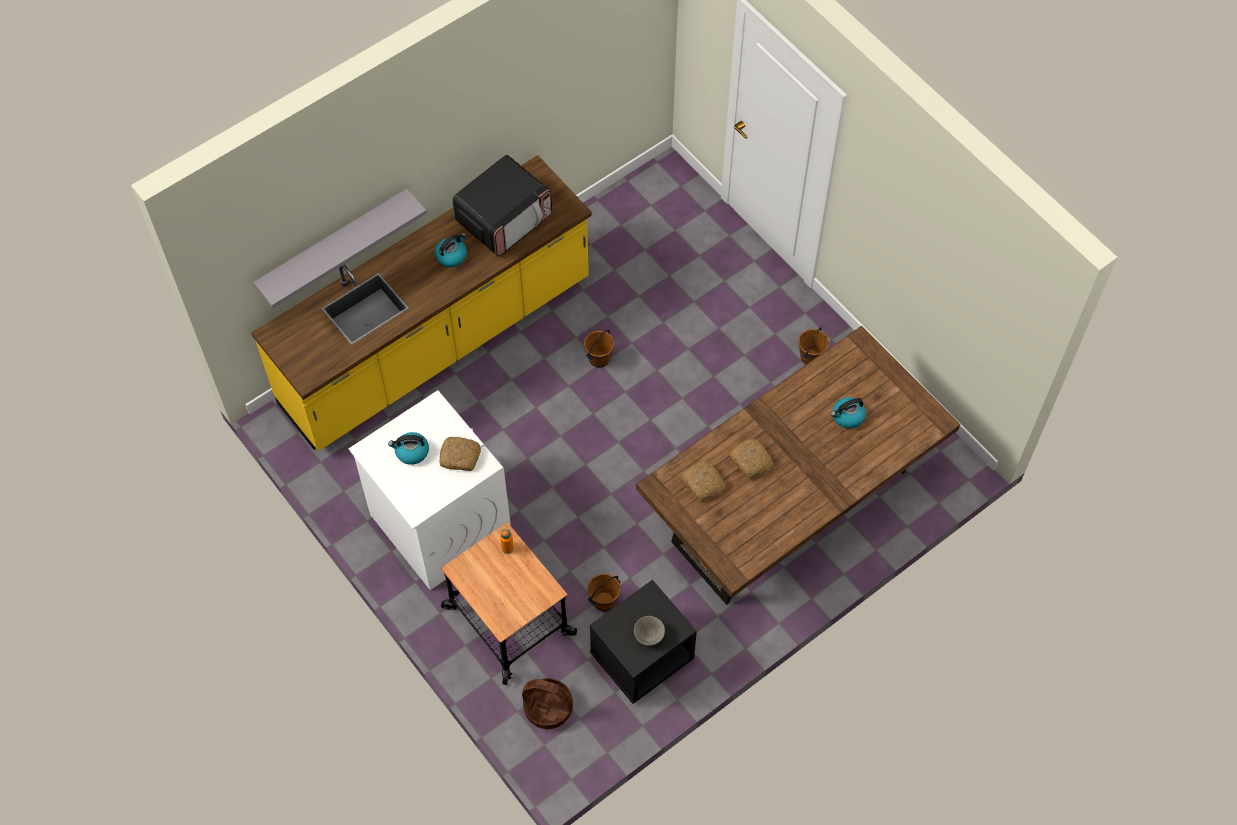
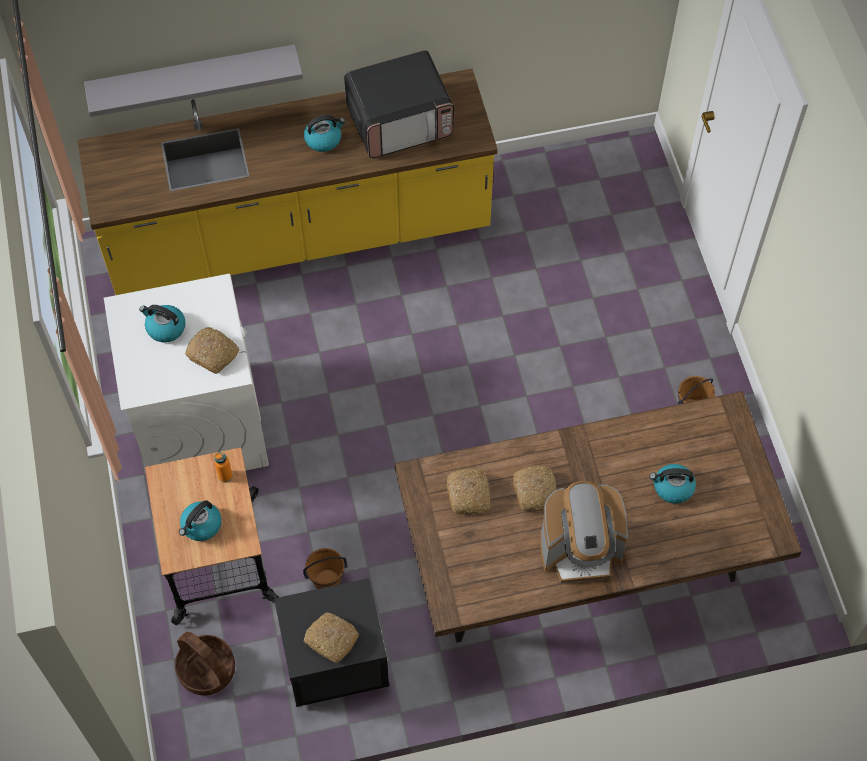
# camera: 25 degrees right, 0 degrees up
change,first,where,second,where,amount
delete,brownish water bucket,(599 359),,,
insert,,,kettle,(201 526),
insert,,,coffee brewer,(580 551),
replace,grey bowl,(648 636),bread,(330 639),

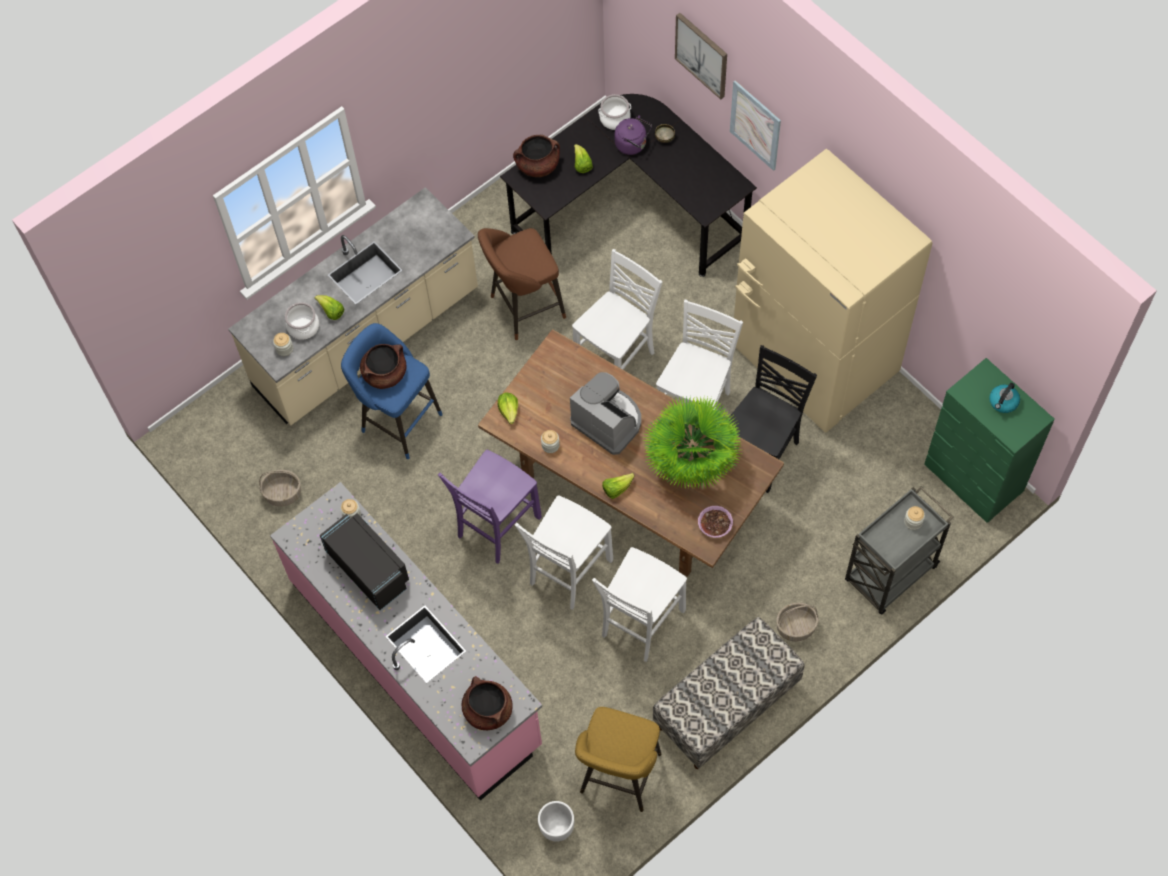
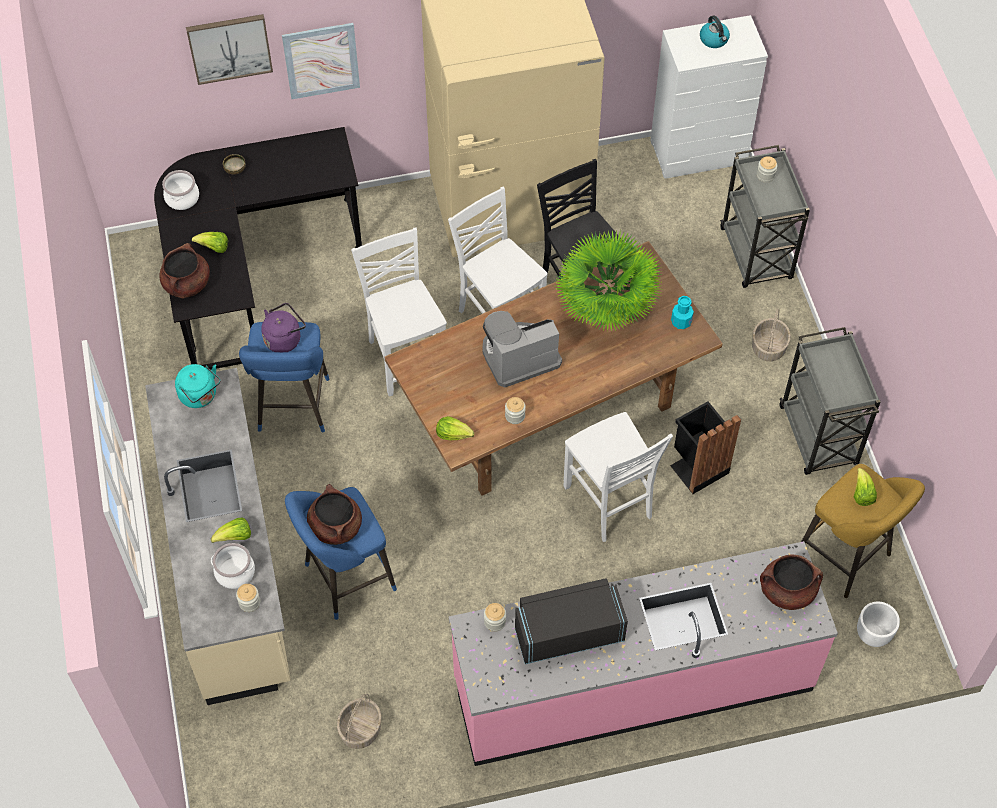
# camera: 65 degrees left, 5 degrees down
change,first,where,second,where,amount
delete,purple chair,(496 527),,,
insert,,,blue-green kettle,(200 396),
move,lettuce,(617 489),,(862 494),
move,purple kettle,(632 145),,(284 338),
replace,whitish chair,(640 623),blackish trash can,(697 467),
replace,bench,(726 706),grey cart,(818 437),
replace,bowl,(715 524),blue-green beverage bottle,(681 322),
recolor,brownish stool seat,(523 308),blue stool seat,(293 409),
recolor,green chest of drawers,(973 479),whitish chest of drawers,(699 152),

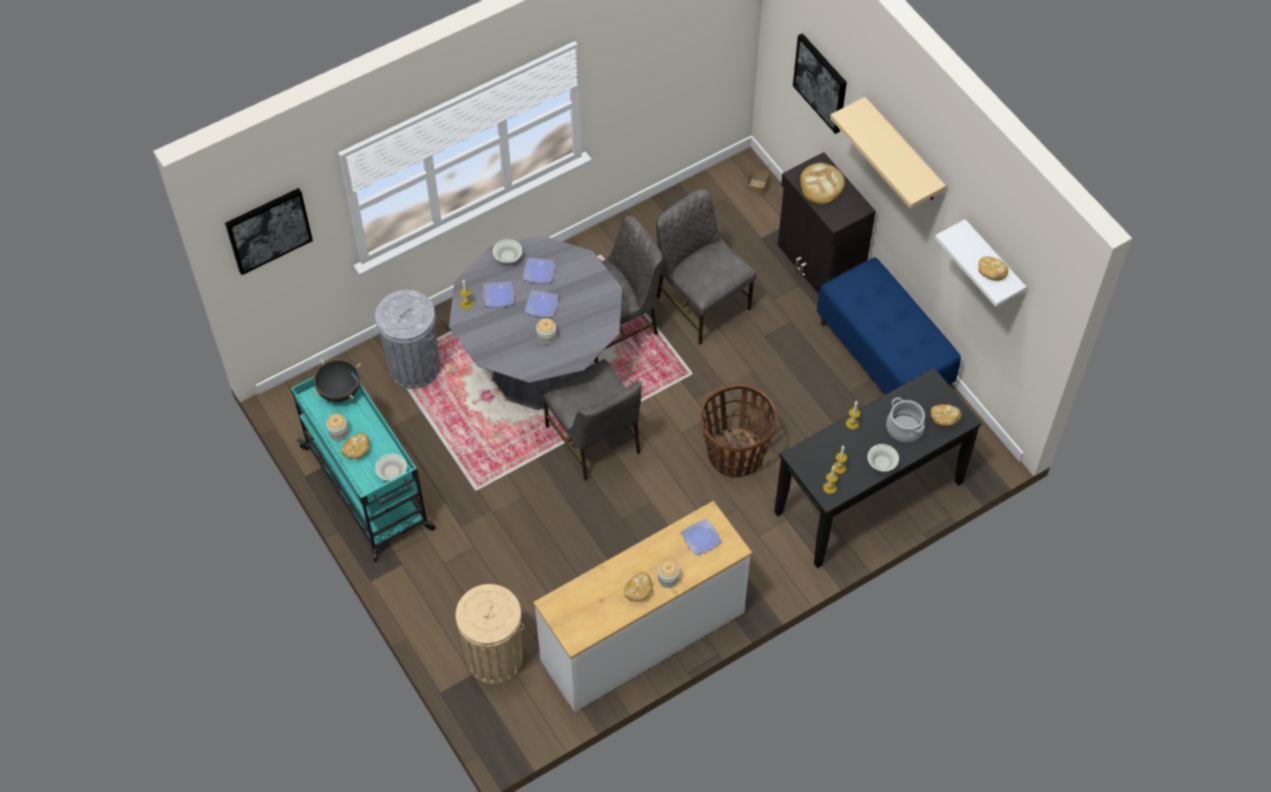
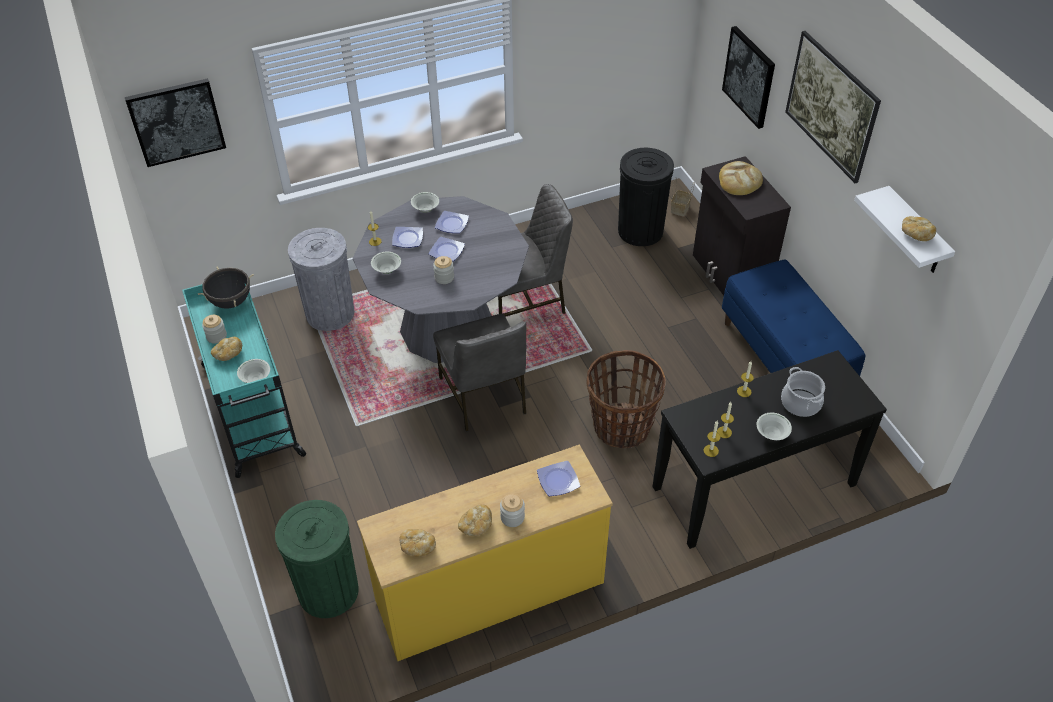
# camera: 10 degrees right, 10 degrees down
change,first,where,second,where,amount
delete,grey chair,(701 302),,,
insert,,,whitish bowl,(387 270),
insert,,,blackish trash can,(640 231),
move,bread,(944 418),,(417 547),
replace,beige-coloured bracket shelf,(902 152),wall picture,(826 126),
recolor,beige-coloured trash can,(494 658),green trash can,(328 591),
recolor,whitish chest of drawers,(643 637),yellow chest of drawers,(490 592),

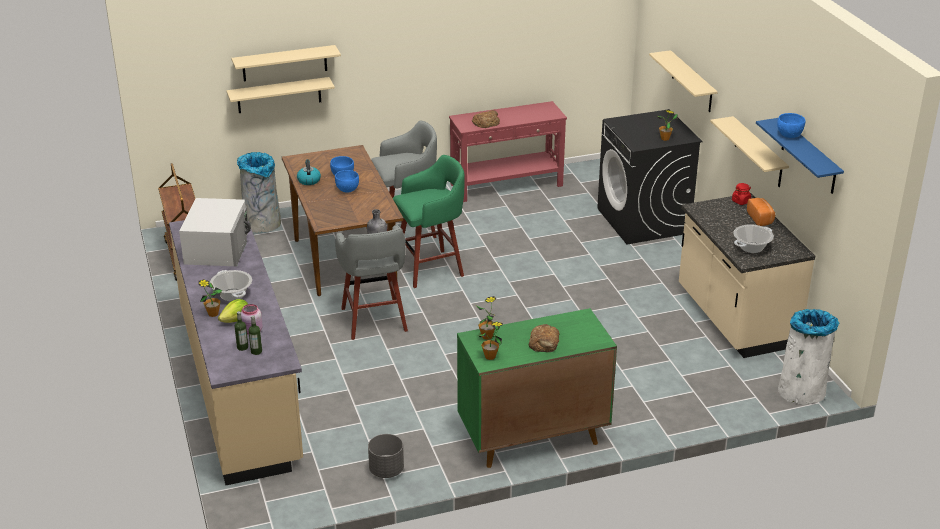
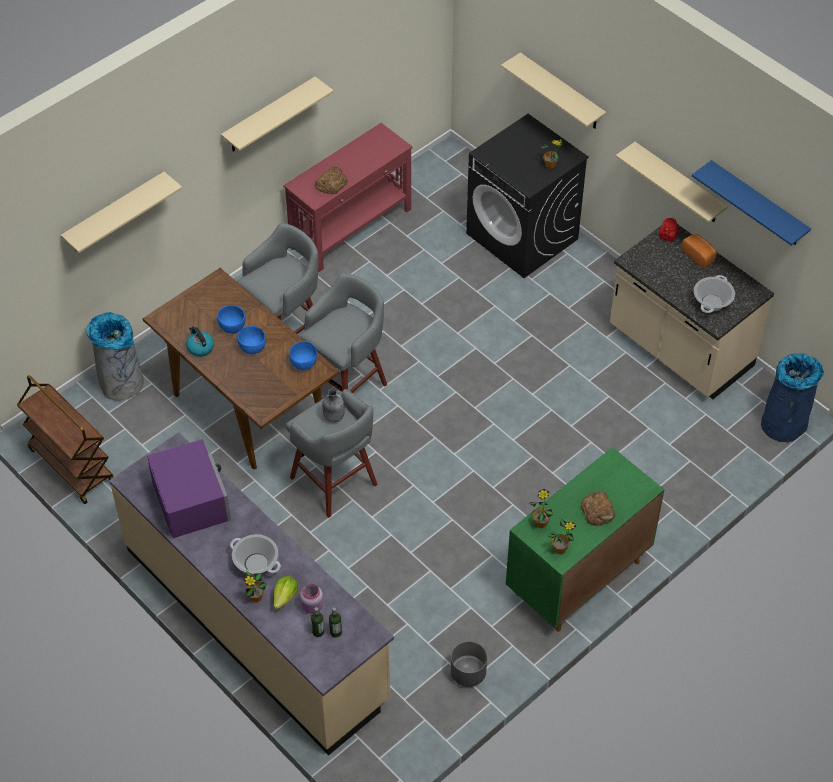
# camera: 25 degrees left, 20 degrees up
change,first,where,second,where,amount
move,beige-coloured bracket shelf,(279 95),,(269 116),
move,blue bowl,(789 135),,(303 364),
recolor,whitish microwave oven,(217 247),purple microwave oven,(190 499),
recolor,green stool seat,(431 268),grey stool seat,(347 385),
recolor,whitish trash can,(802 391),blue trash can,(784 423),

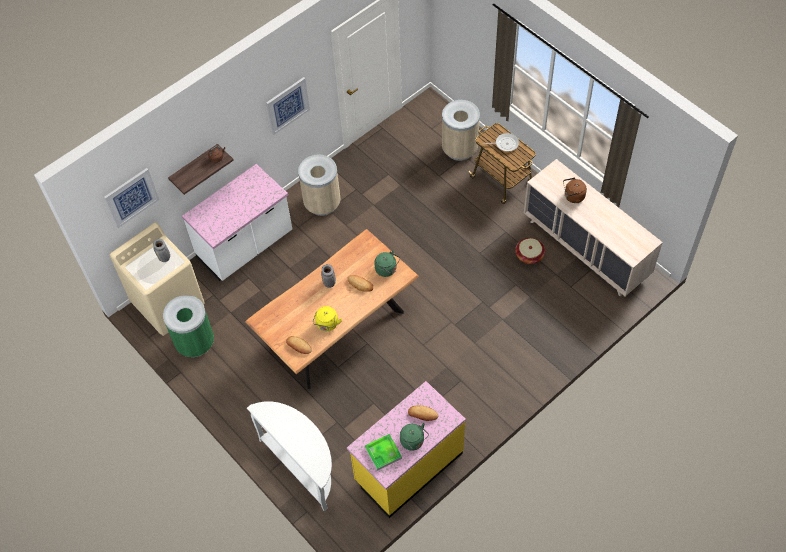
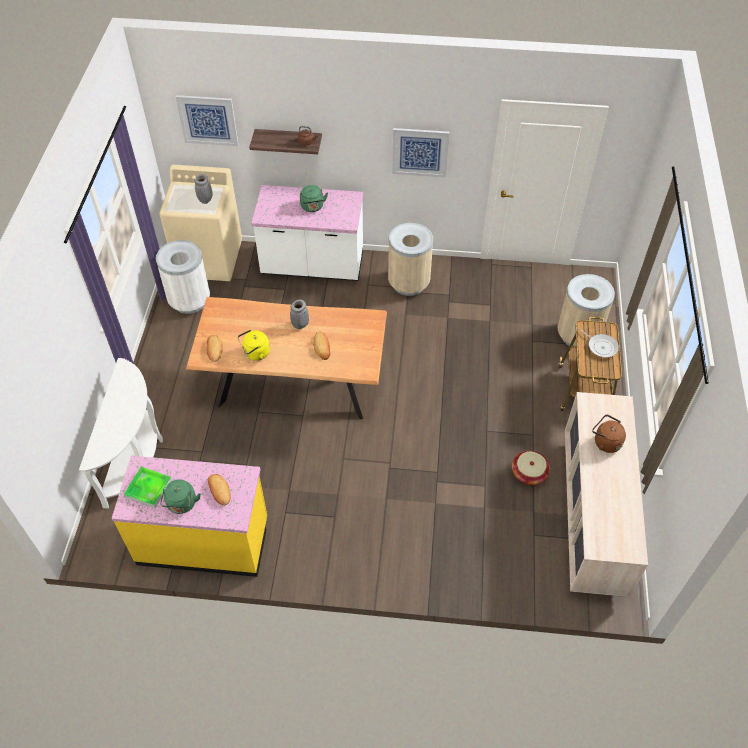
# camera: 45 degrees right, 5 degrees down
change,first,where,second,where,amount
move,green kettle,(387 269),,(312 207),
recolor,green trash can,(195 343),whitish trash can,(189 301),

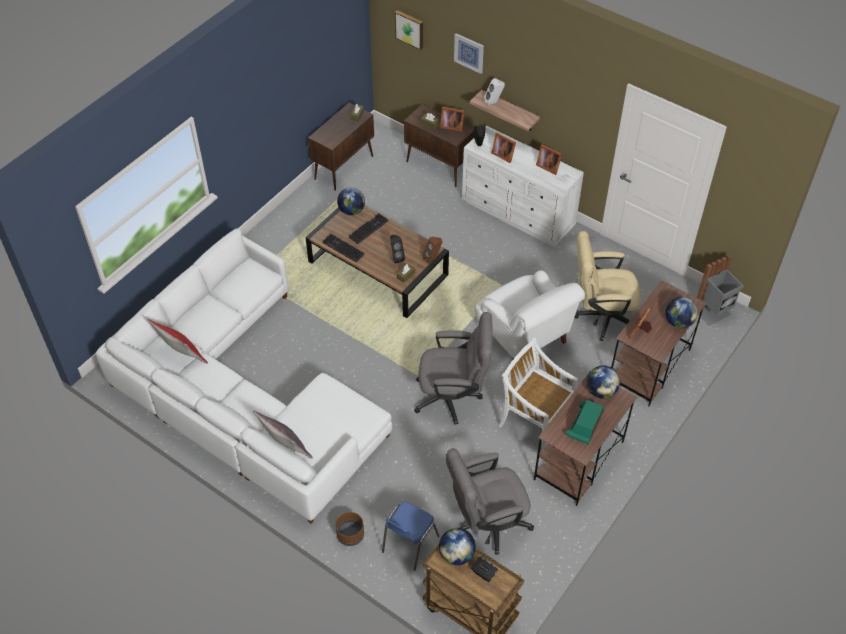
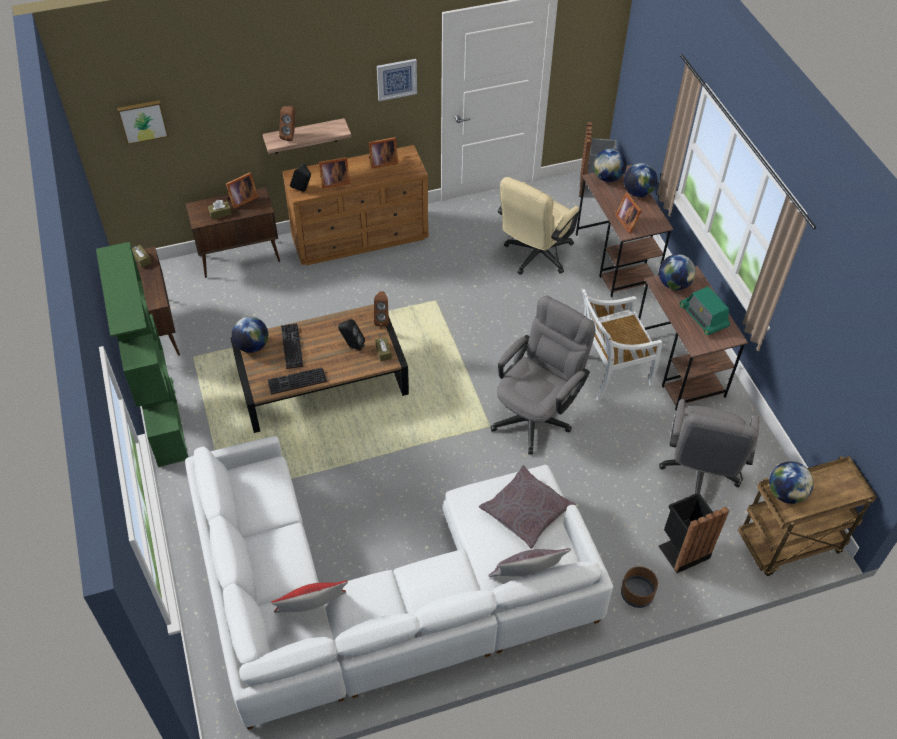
# camera: 55 degrees left, 0 degrees up
change,first,where,second,where,amount
delete,blackish box of tissues,(483 573),,,
delete,whitish armchair,(524 338),,,
insert,,,green bookshelf,(164 421),
insert,,,grey cushion,(526 511),
insert,,,desk globe,(607 178),
move,wall picture,(469 53),,(396 79),
replace,blue chair,(409 545),blackish trash can,(682 550),
recolor,whitish chest of drawers,(518 213),brownish chest of drawers,(361 238),
recolor,whitish audio speaker,(494 102),brownish audio speaker,(290 136),

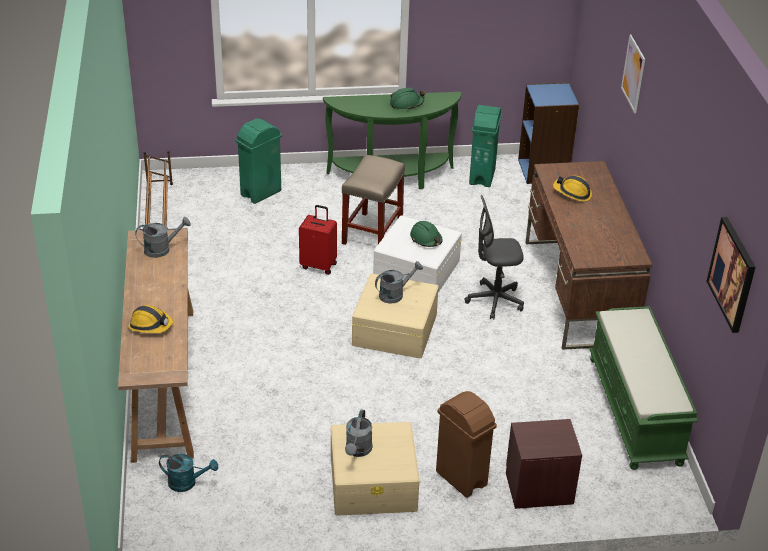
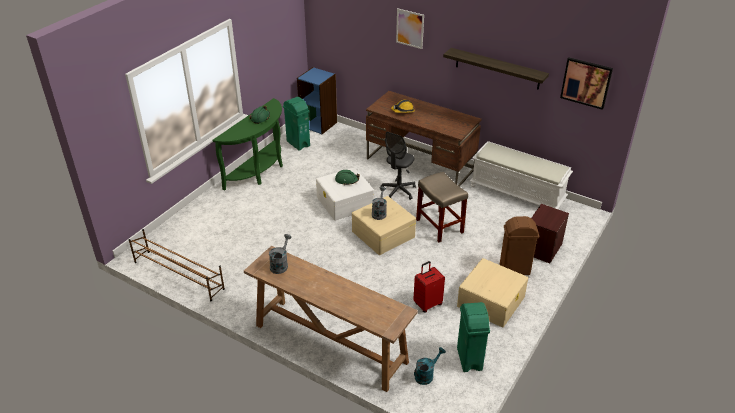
# camera: 50 degrees left, 0 degrees up
change,first,where,second,where,amount
delete,hard hat,(150 326),,,
delete,grey watering can,(358 451),,,
insert,,,bracket shelf,(497 68),
move,green trash can,(260 193),,(469 359),
move,red piece of luggage,(319 265),,(427 304),
move,beige-coloured stool seat,(372 233),,(440 226),
recolor,green bench,(636 410),whitish bench,(518 193),

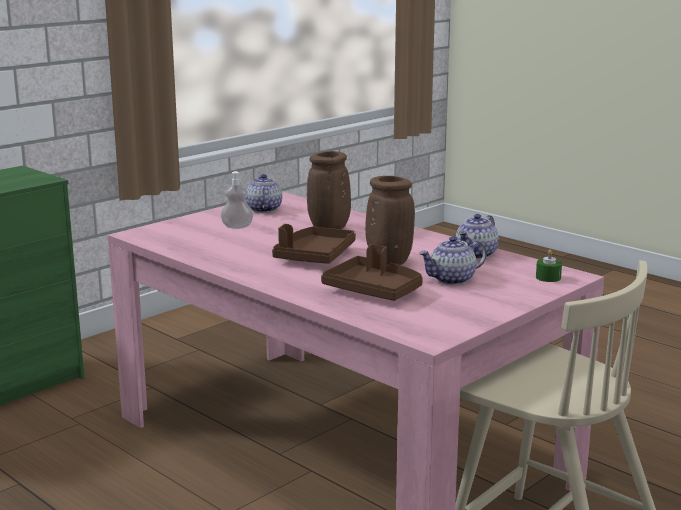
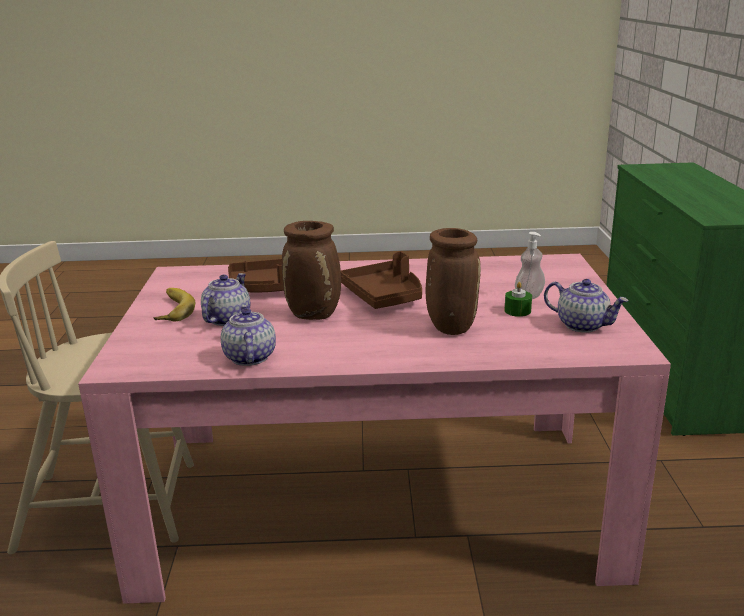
# camera: 135 degrees right, 5 degrees up
change,first,where,second,where,amount
insert,,,banana,(170 310),
move,green wax light,(548 277),,(517 311),

